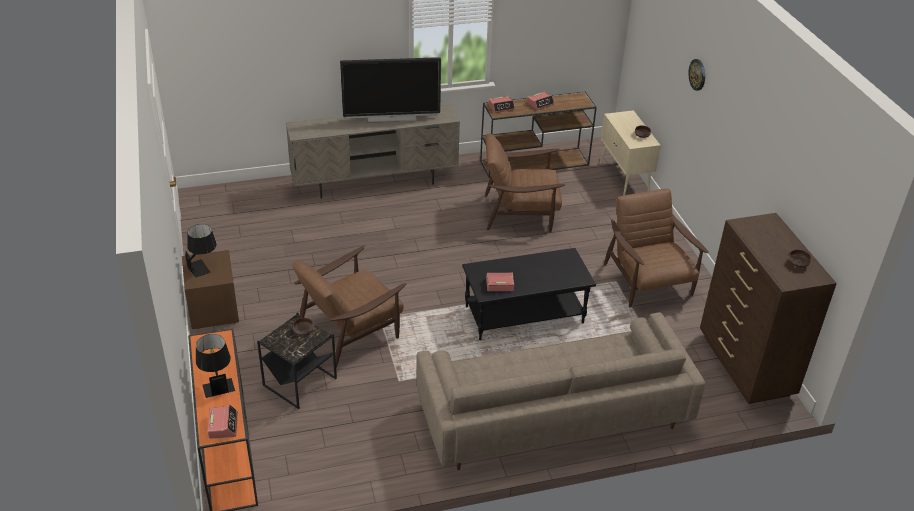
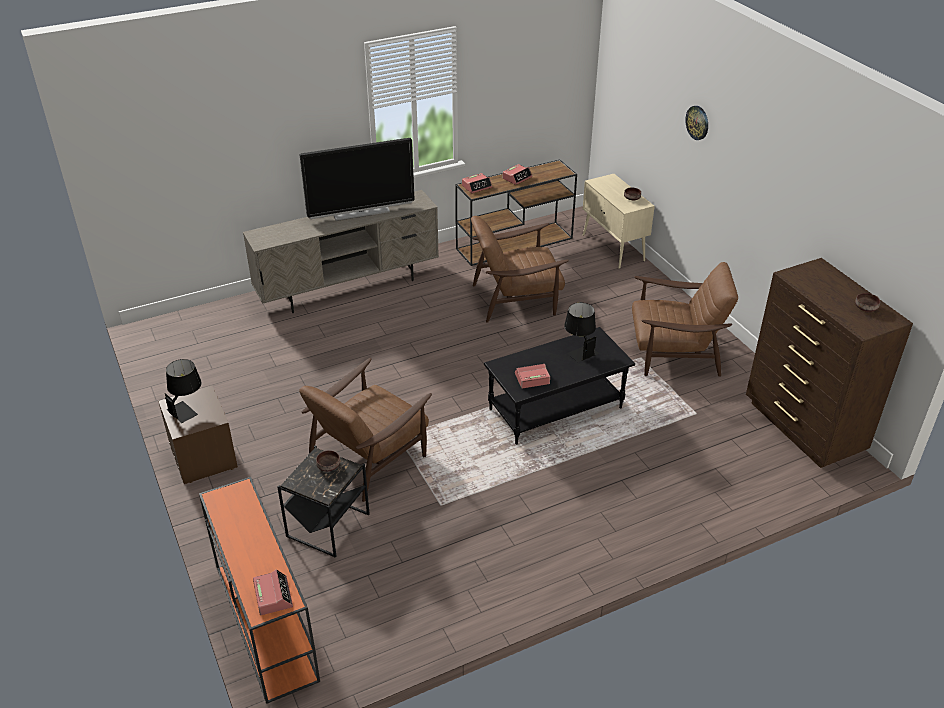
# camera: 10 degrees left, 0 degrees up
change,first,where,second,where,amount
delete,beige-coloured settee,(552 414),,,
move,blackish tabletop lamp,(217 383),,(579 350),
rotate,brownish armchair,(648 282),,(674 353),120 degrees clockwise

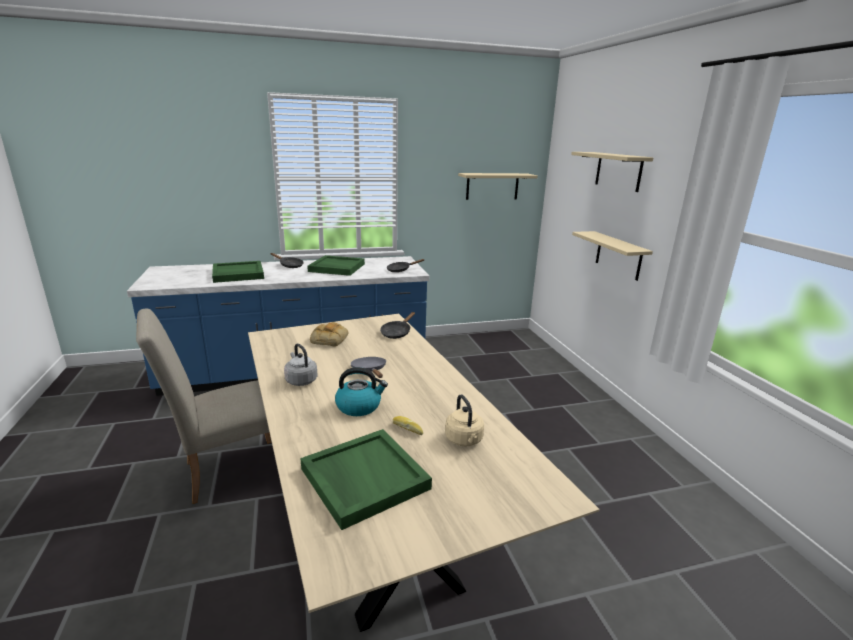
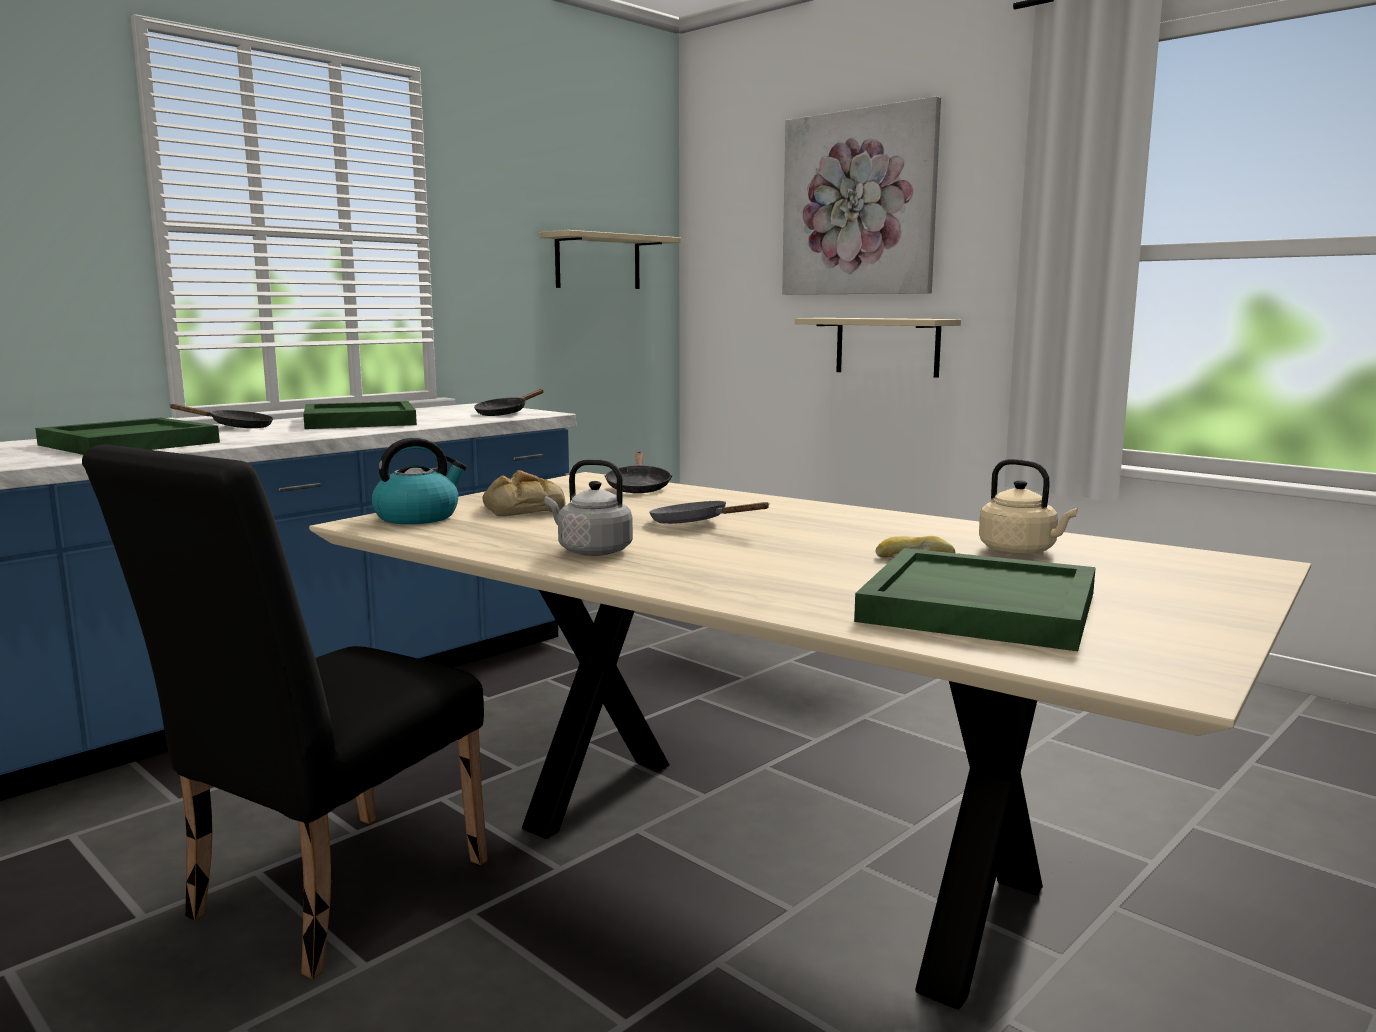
# camera: 30 degrees left, 10 degrees down
change,first,where,second,where,amount
move,kettle,(359 406),,(418 517),
replace,beige-coloured bracket shelf,(618 171),wall picture,(858 203),
recolor,beige-coloured chair,(225 471),blackish chair,(322 897),

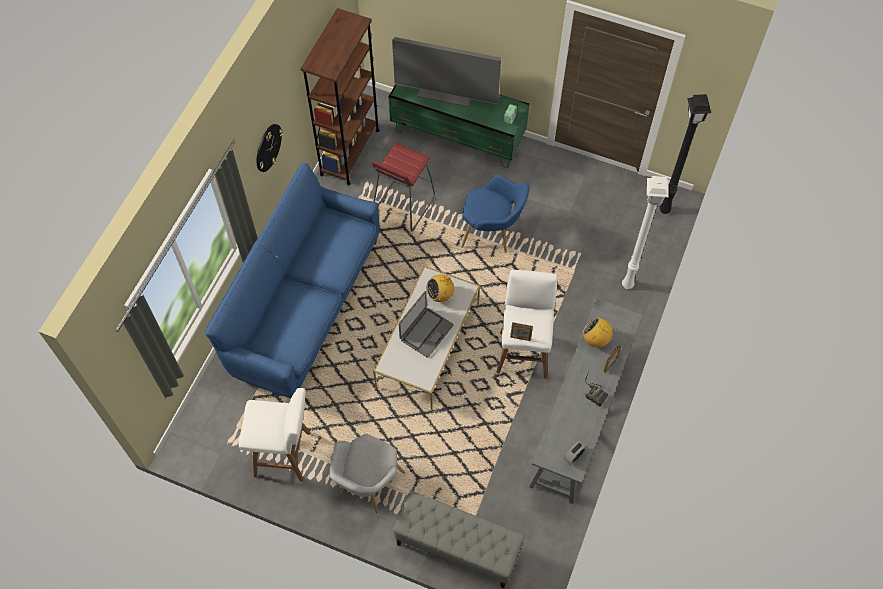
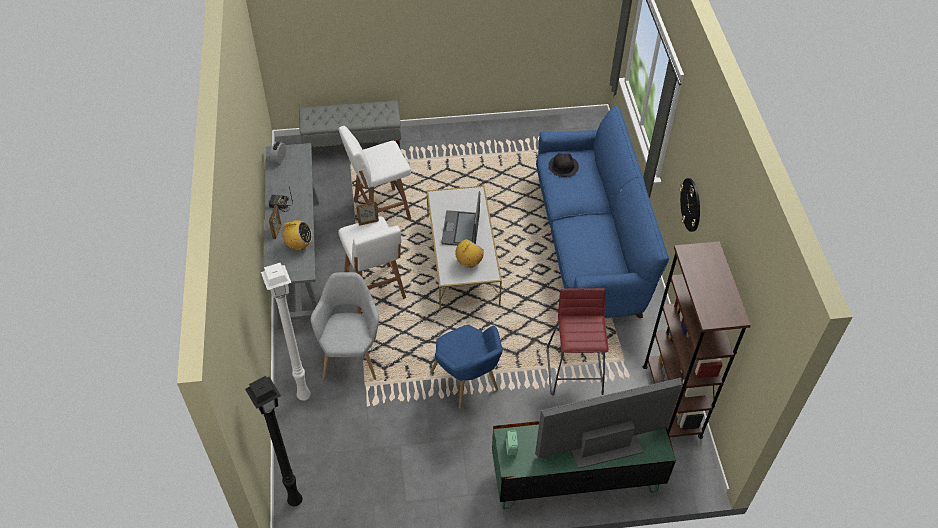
# camera: 150 degrees right, 10 degrees down
change,first,where,second,where,amount
insert,,,blackish hat,(563 166),
move,whitish stool seat,(285 454),,(380 210),
move,grey armchair,(367 486),,(351 354),
rotate,blue armchair,(492 233),,(468 384),105 degrees counterclockwise

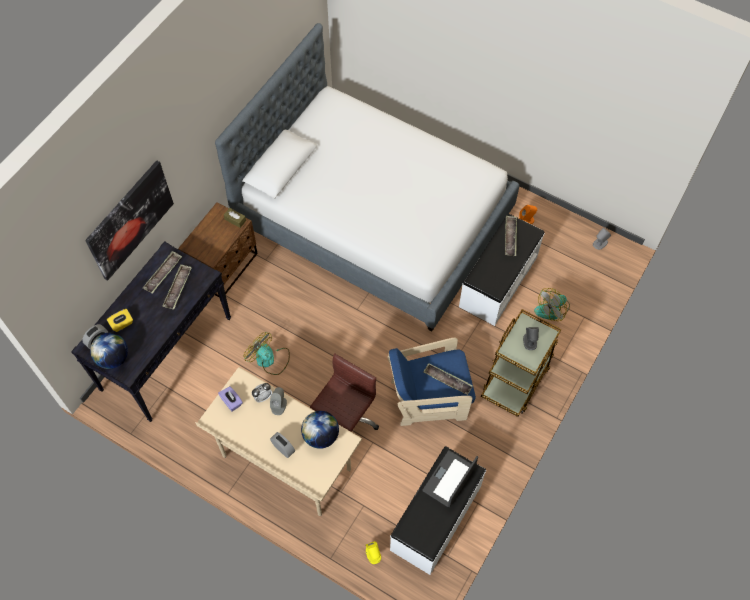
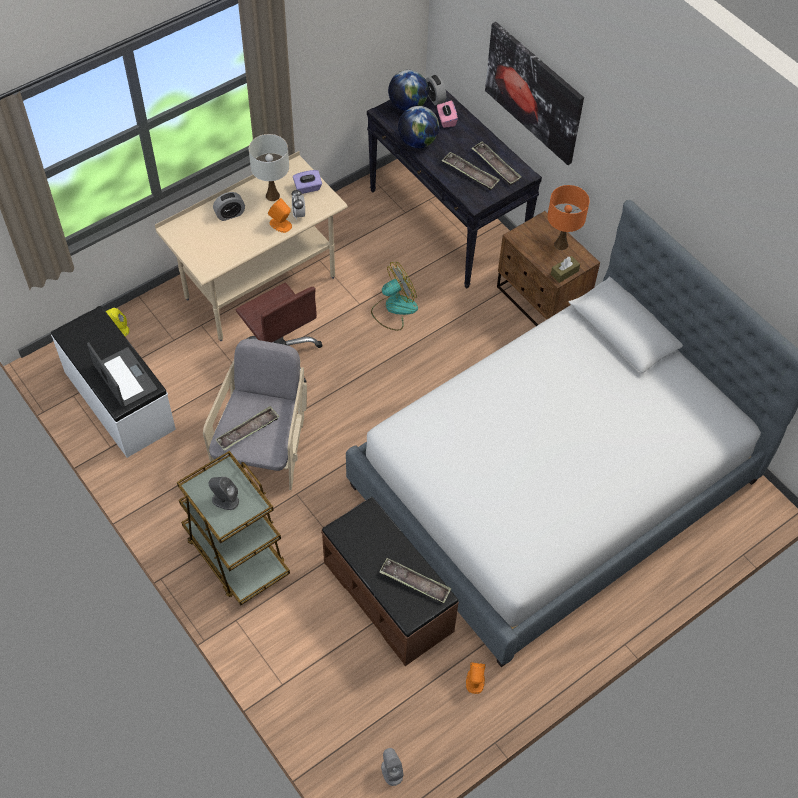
# camera: 110 degrees right, 5 degrees down
change,first,where,second,where,amount
delete,electric fan,(552 308),,,
insert,,,whitish tabletop lamp,(272 195),
insert,,,orangey tabletop lamp,(561 245),
move,desk globe,(321 436),,(417 142),
recolor,yellow box of tissues,(122 324),pinkish box of tissues,(446 120),
recolor,grey audio speaker,(279 405),orangey audio speaker,(281 224),
recolor,blue armchair,(429 398),grey armchair,(263 448),
recolor,whitish bench,(497 281),brownish bench,(389 596),

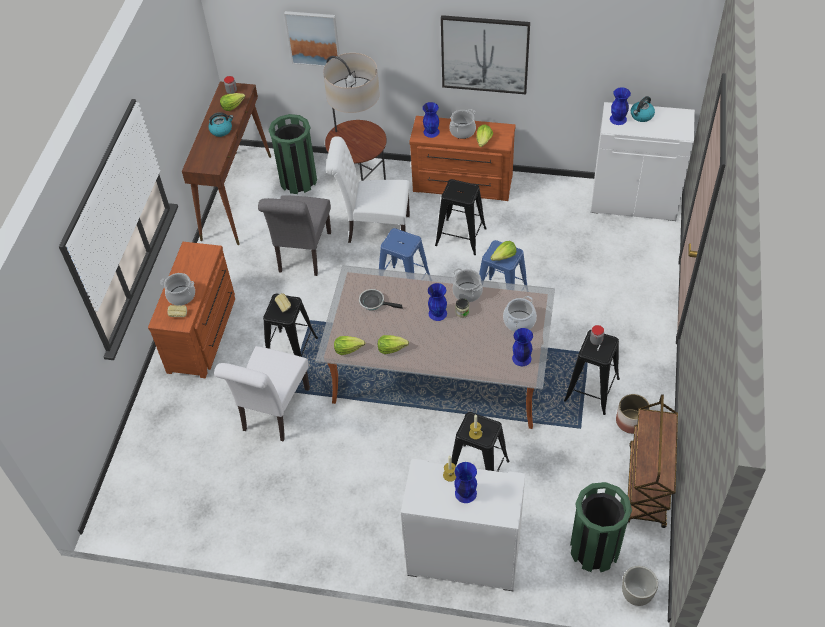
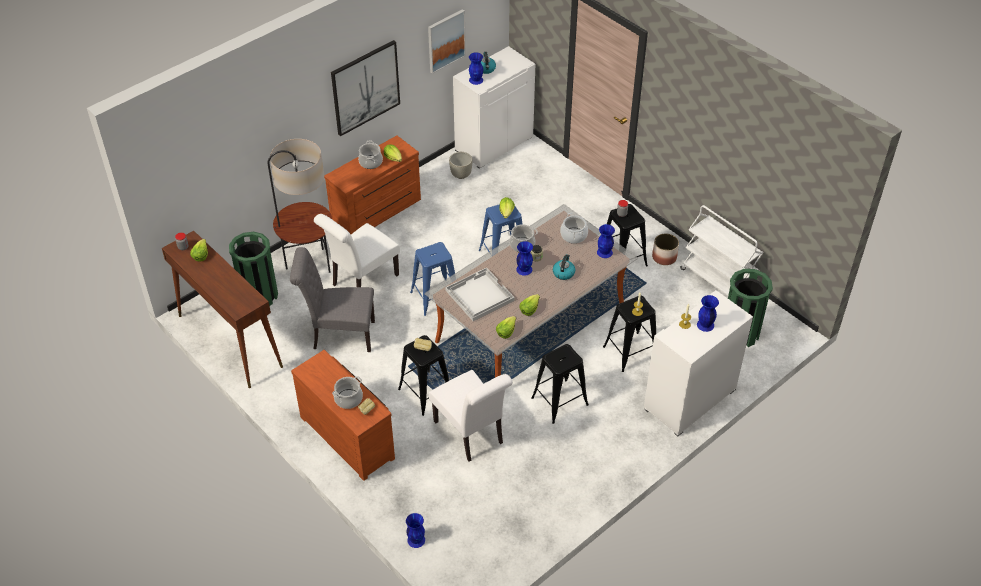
# camera: 55 degrees left, 5 degrees down
change,first,where,second,where,amount
move,kettle,(221 130),,(563 273),
move,wall picture,(313 38),,(446 40),
move,blue decorative vase,(431 131),,(416 539),
move,blackish stool seat,(460 237),,(559 401),
move,grey planter,(637 595),,(461 175),
replace,frying pan,(374 302),whitish serving tray,(479 295),
recolor,brownish cart,(647 486),whitish cart,(718 281),
rotate,grey chair,(303 255),,(339 335),135 degrees clockwise

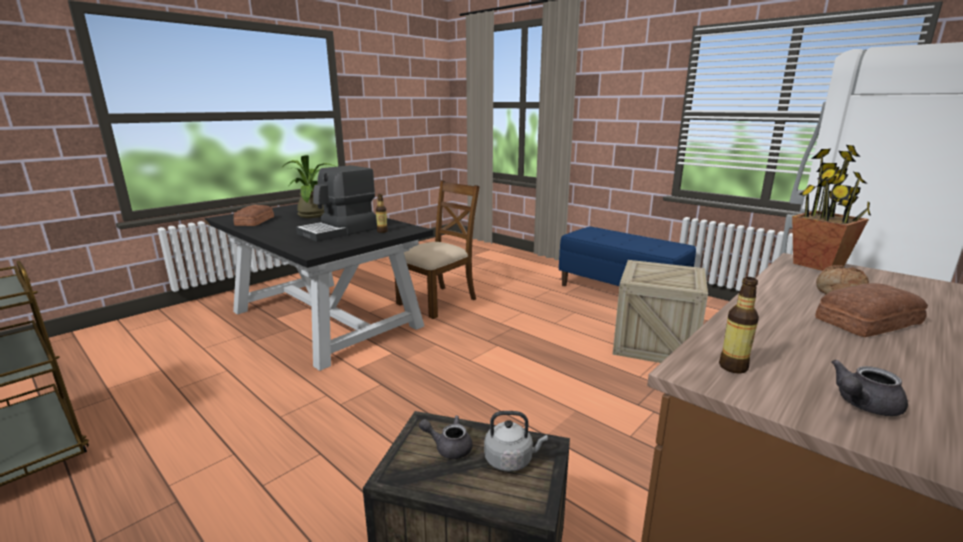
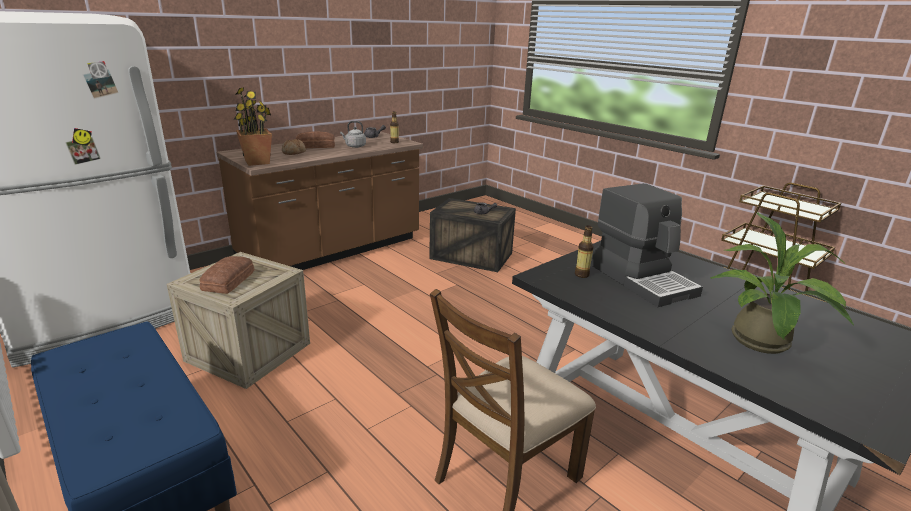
# camera: 175 degrees left, 5 degrees up
change,first,where,second,where,amount
move,bread,(253 221),,(230 281),
move,grey kettle,(511 460),,(354 146),
rotate,coffee brewer,(339 231),,(643 279),105 degrees clockwise

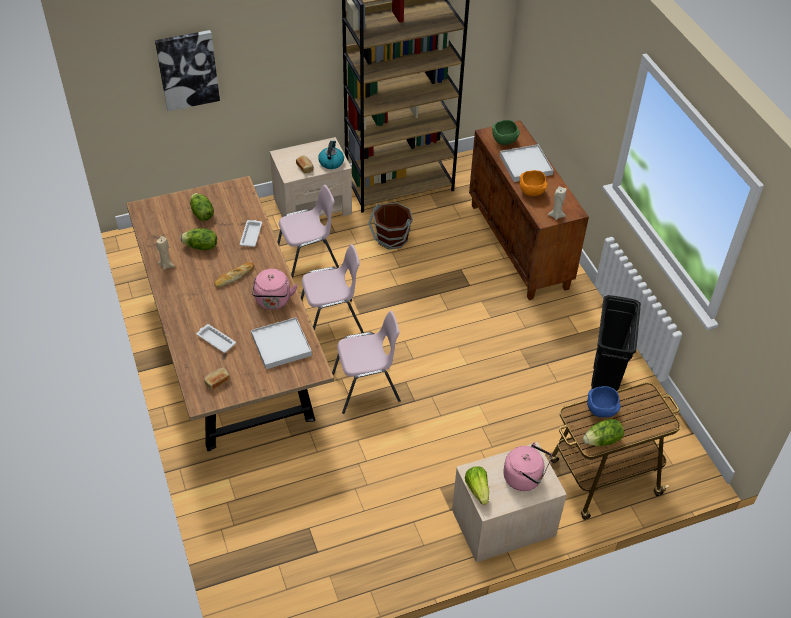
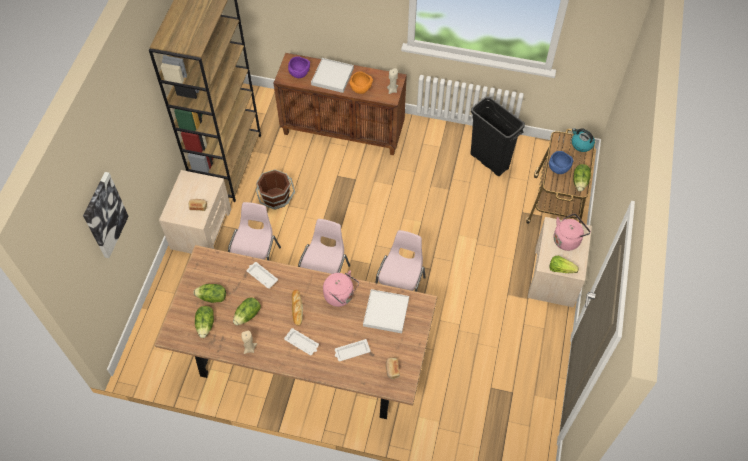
# camera: 55 degrees left, 10 degrees up
change,first,where,second,where,amount
insert,,,lettuce,(206 325),
insert,,,whitish serving tray,(302 343),
move,kettle,(331 162),,(581 144),
recolor,green bowl,(505 141),purple bowl,(299 73),

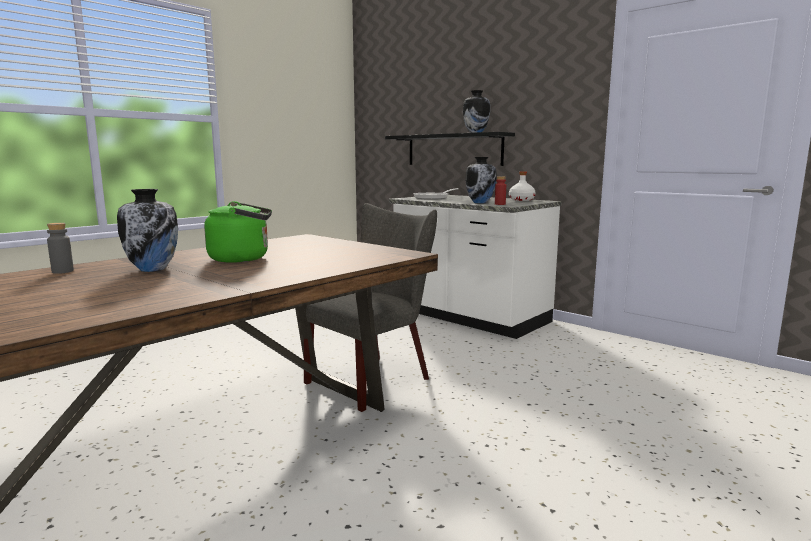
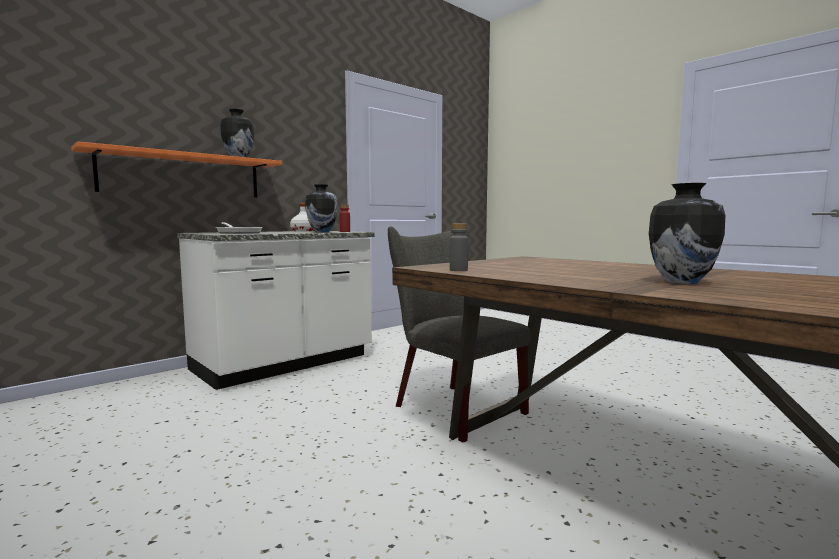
# camera: 85 degrees left, 5 degrees down
change,first,where,second,where,amount
delete,green kettle,(243 259),,,
move,grey beverage bottle,(62 271),,(458 270),
recolor,blackish bracket shelf,(453 150),orangey bracket shelf,(183 175),

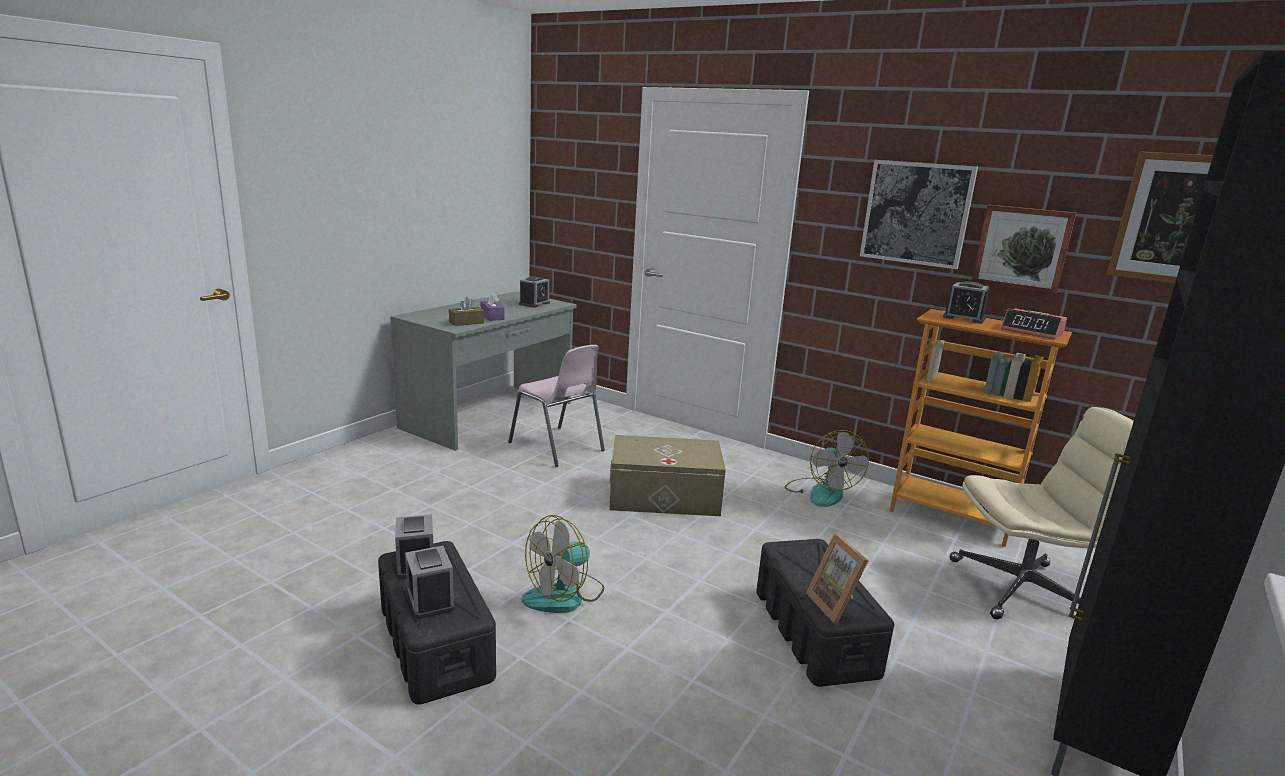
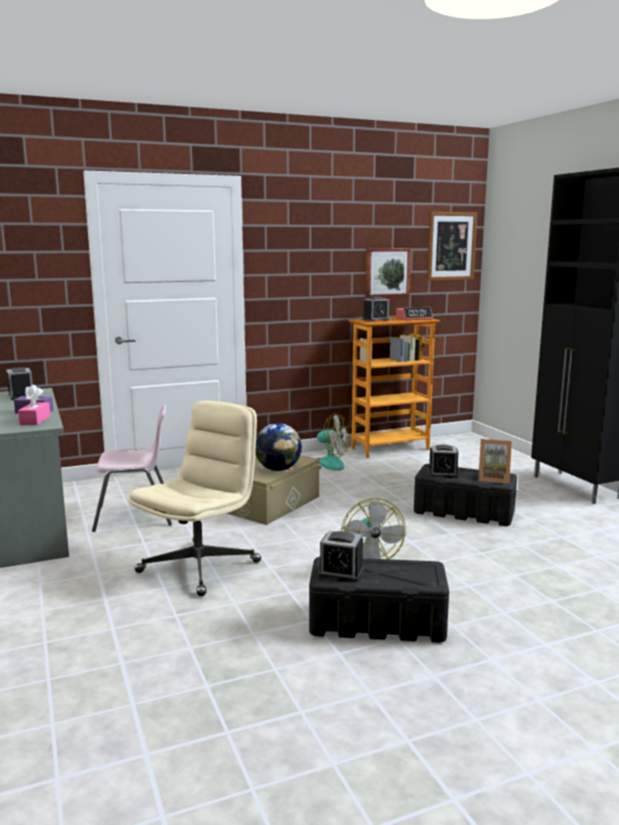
# camera: 55 degrees left, 5 degrees down
change,first,where,second,where,amount
delete,wall picture,(916 213),,,
insert,,,desk globe,(278 469),
move,alarm clock,(430 600),,(442 473),
move,beige-coloured desk chair,(1022 590),,(200 566),
recolor,brownish box of tissues,(466 322),pinkish box of tissues,(35 420),

